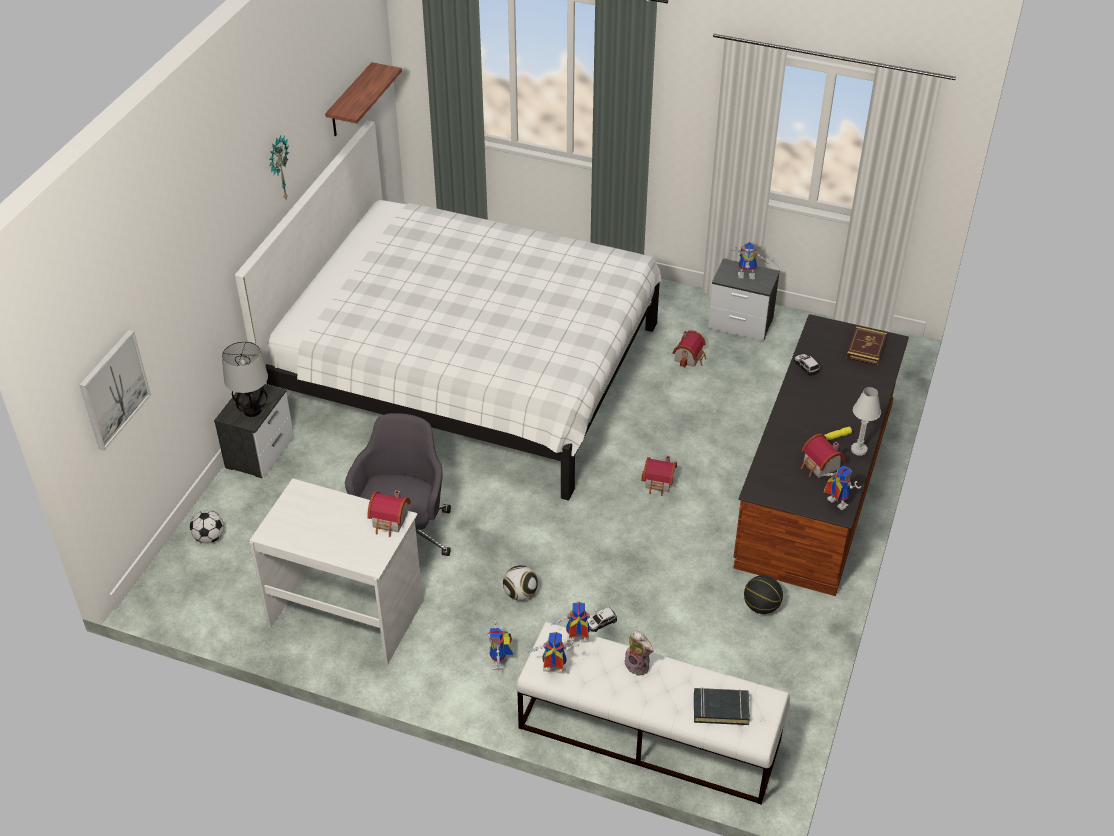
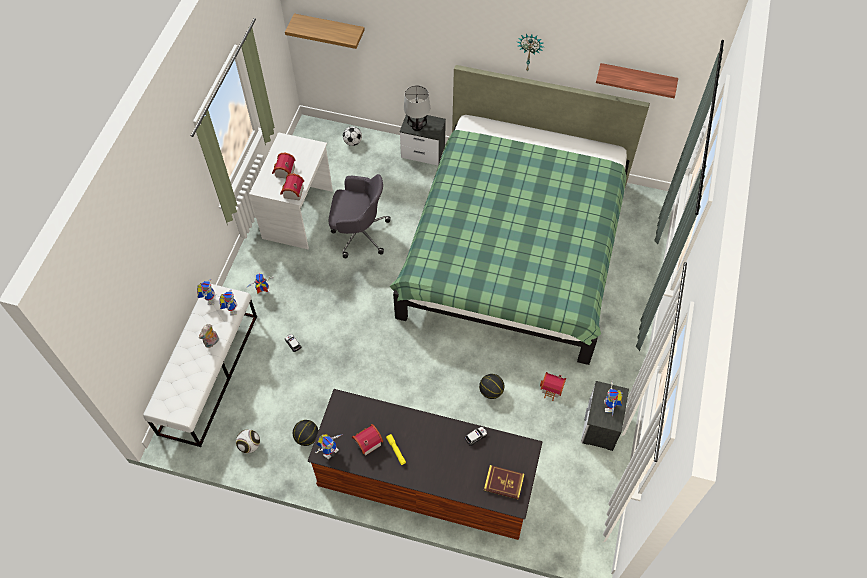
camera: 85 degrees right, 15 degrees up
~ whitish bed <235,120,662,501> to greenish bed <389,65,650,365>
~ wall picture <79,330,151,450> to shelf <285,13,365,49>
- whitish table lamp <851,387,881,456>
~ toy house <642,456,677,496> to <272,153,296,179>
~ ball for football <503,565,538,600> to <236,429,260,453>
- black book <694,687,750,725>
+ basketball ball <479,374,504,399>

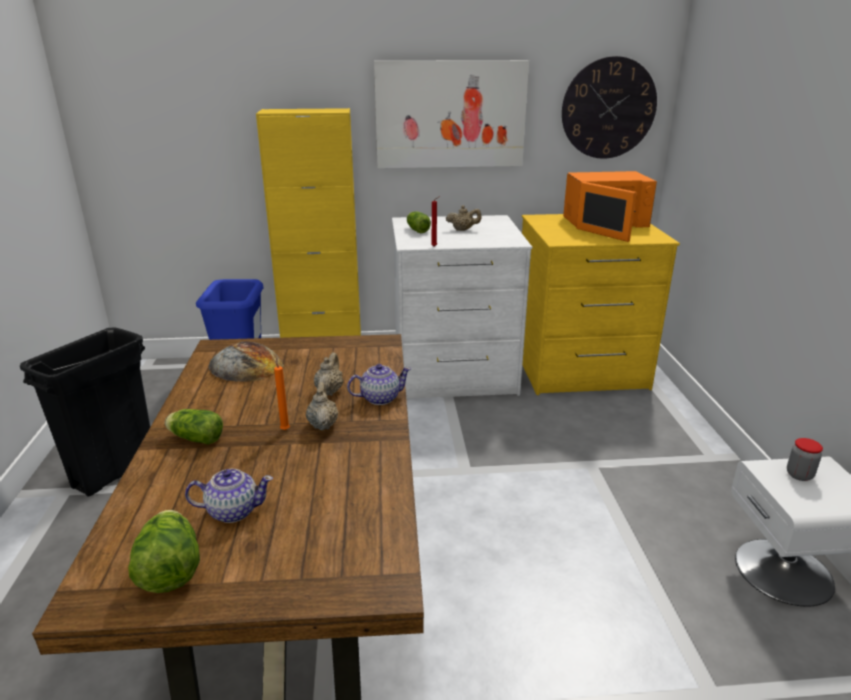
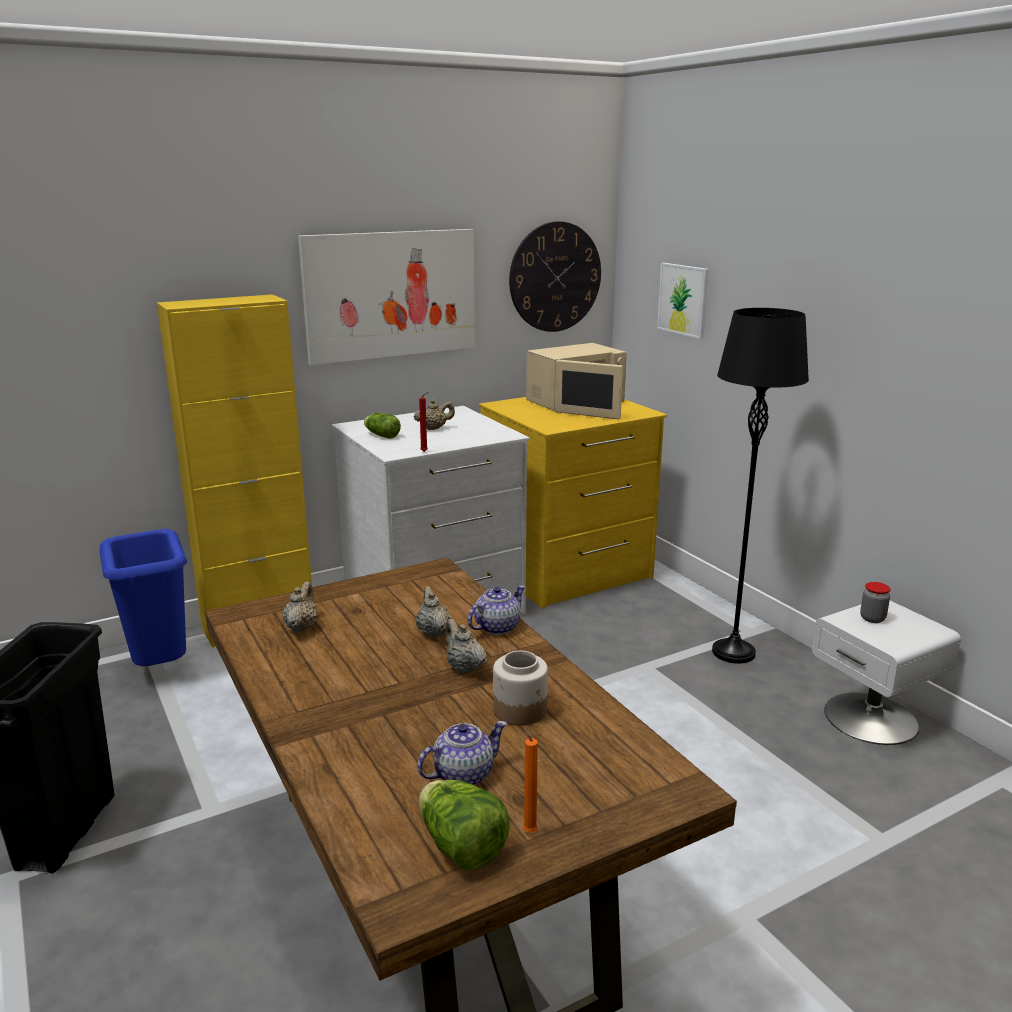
camera: 25 degrees left, 5 degrees down
~ orange-coloured kitchen microwave <563,171,657,242> to beige-coloured kitchen microwave <526,343,627,420>
~ bread <208,341,284,382> to beige-coloured tea pot <282,581,319,633>
~ orange-coloured wax candle <274,357,290,430> to <522,725,538,833>
- head of lettuce <165,409,223,445>
+ wall picture <657,263,709,339>
+ black standard lamp <712,308,809,664>
+ preserve jar <493,651,548,726>

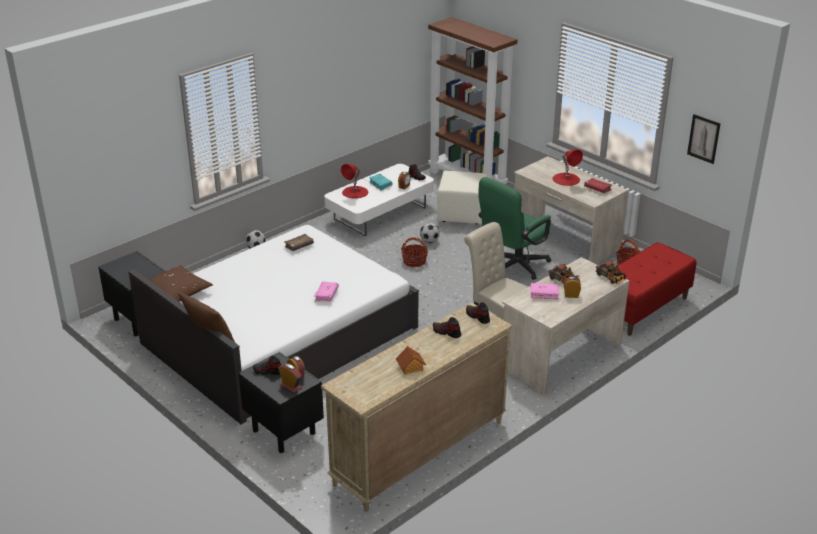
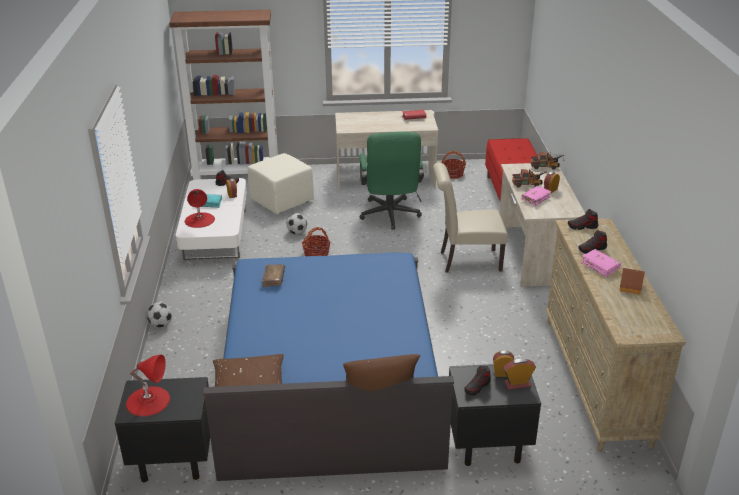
camera: 50 degrees left, 0 degrees up
- wall picture <687,114,721,164>
~ red-coloured table lamp <552,149,583,186> to <126,355,170,416>
~ whitish bed <128,225,419,424> to blue bed <203,252,454,481>
~ pink book <314,281,339,301> to <581,249,621,277>

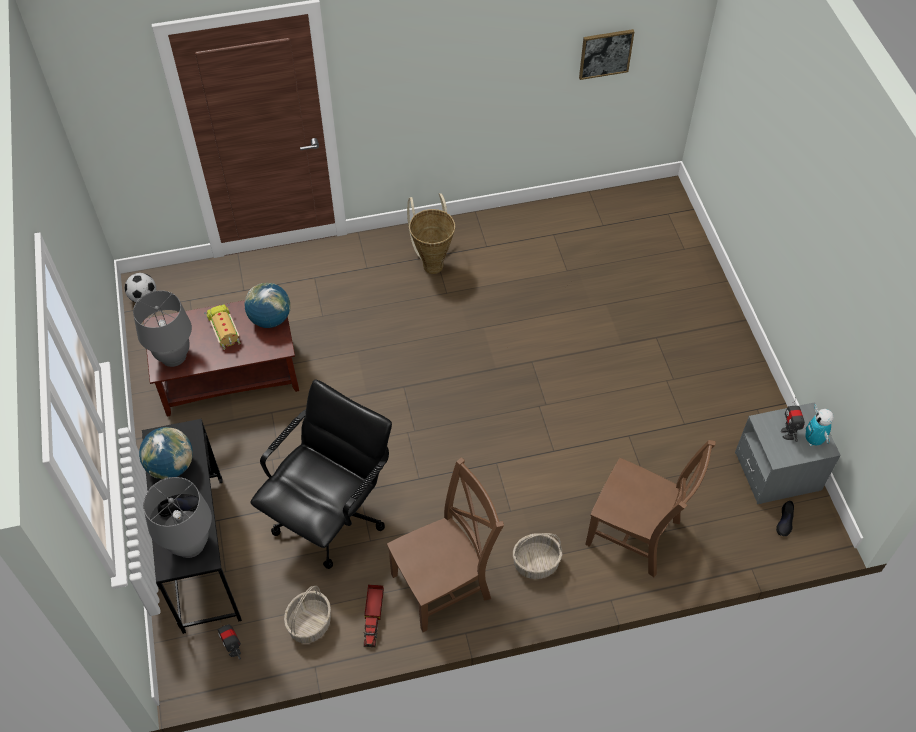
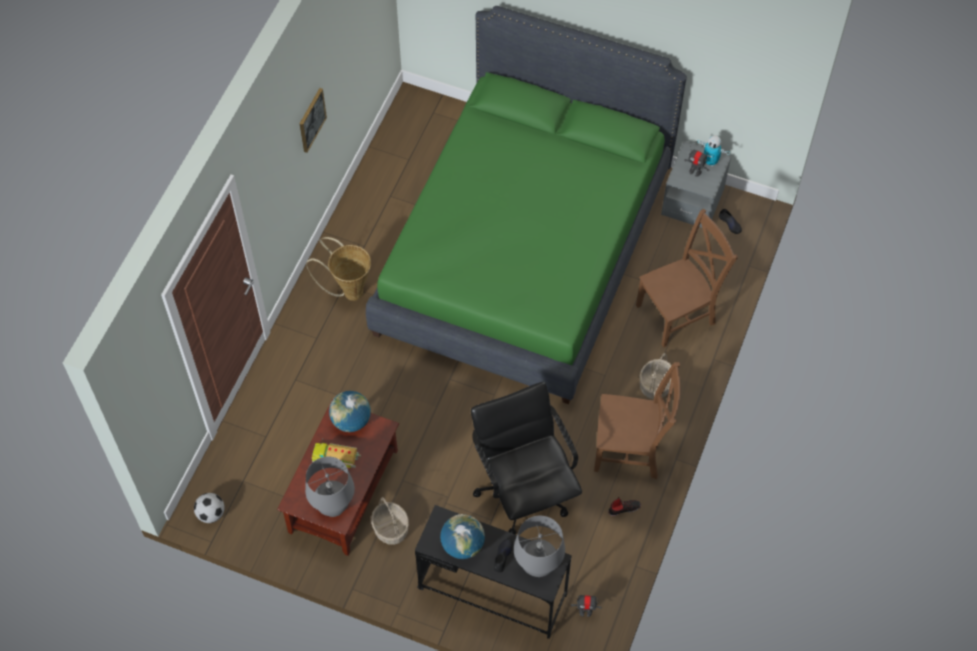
camera: 55 degrees left, 5 degrees up
~ wall picture <579,29,635,80> to <299,88,327,153>
~ brownish upright chair <387,457,504,632> = <594,362,680,479> 90 degrees clockwise
~ model truck <364,585,384,647> to black shoe <608,497,641,516>
~ storage basket <284,586,331,643> to <371,497,409,545>
+ greenish bed <366,6,687,404>

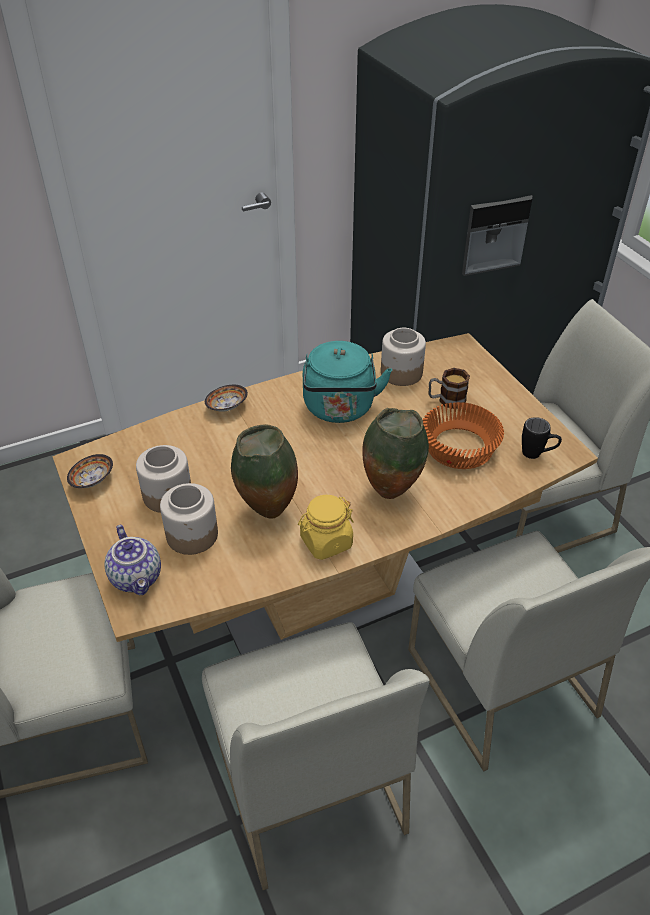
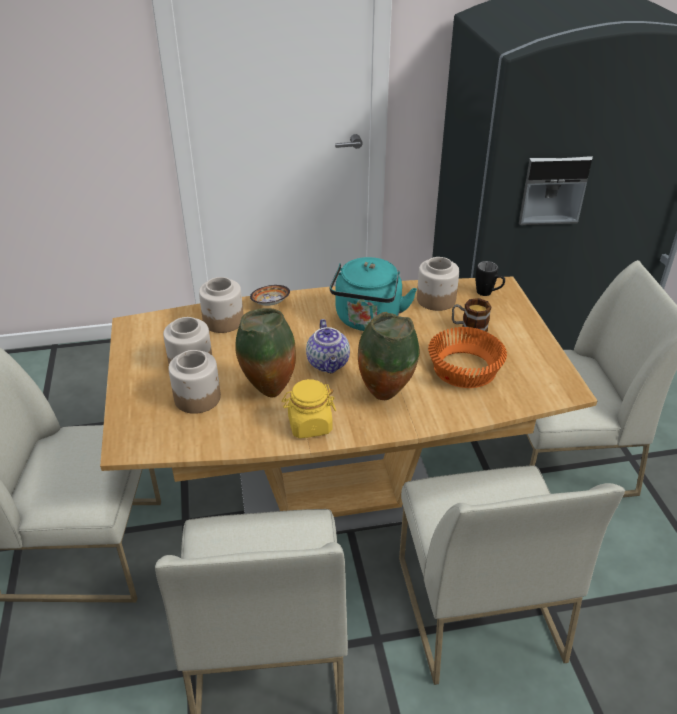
camera: 15 degrees right, 5 degrees down
~ black mug <522,417,562,459> to <475,261,505,296>
- bowl <67,454,113,488>
~ tea pot <105,525,161,595> to <306,319,350,374>
+ preserve jar <199,277,243,333>

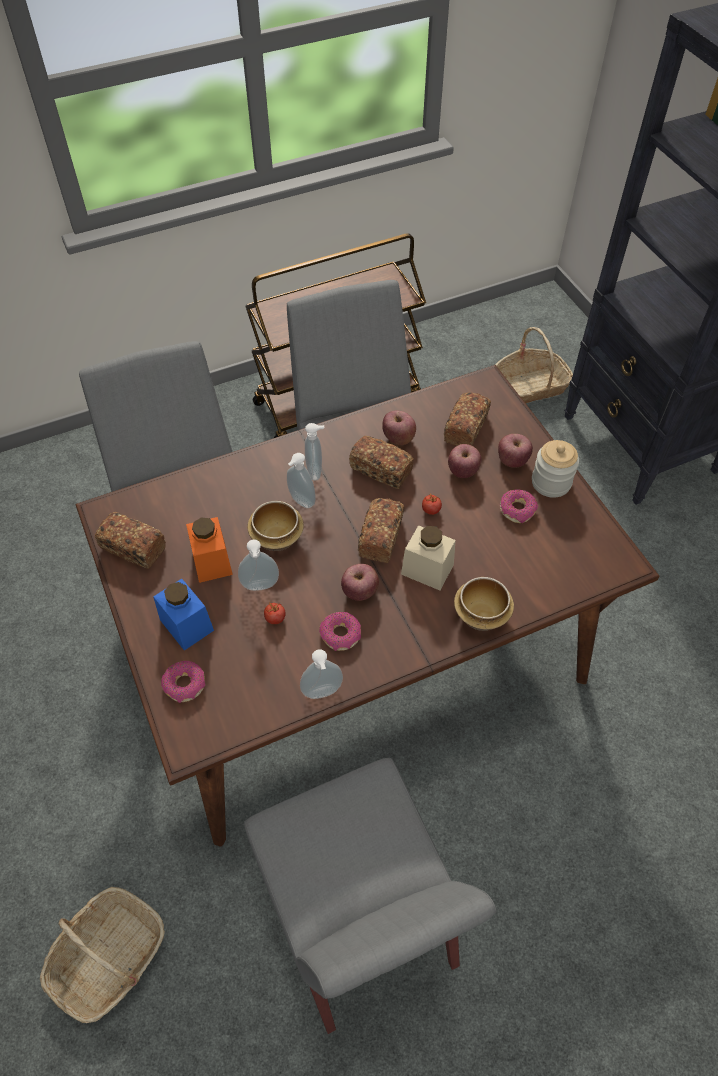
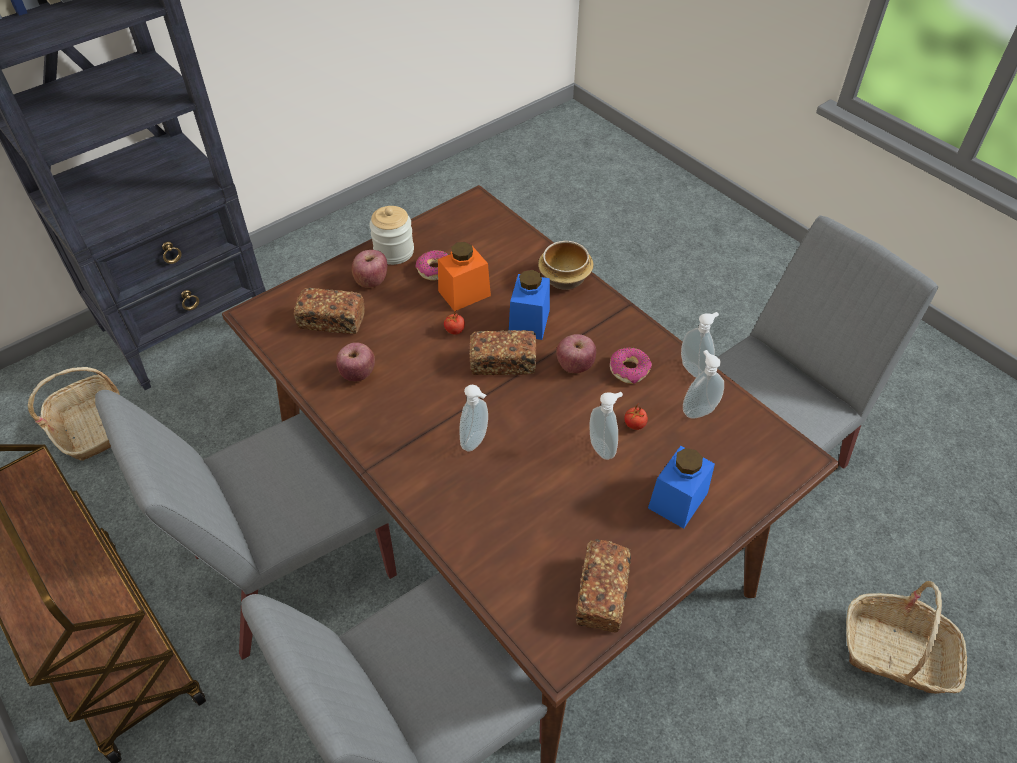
camera: 105 degrees left, 5 degrees down
~ liquid soap bottle <305,423,324,481> to <683,350,724,419>
- bread <349,436,414,489>
- apple <448,444,482,478>
- bowl <247,501,304,551>
~ orange-coloured preserve jar <186,517,233,583> to <438,242,491,311>
~ beige-coloured preserve jar <401,525,456,590> to blue preserve jar <509,270,550,340>
- doughnut <161,661,205,703>

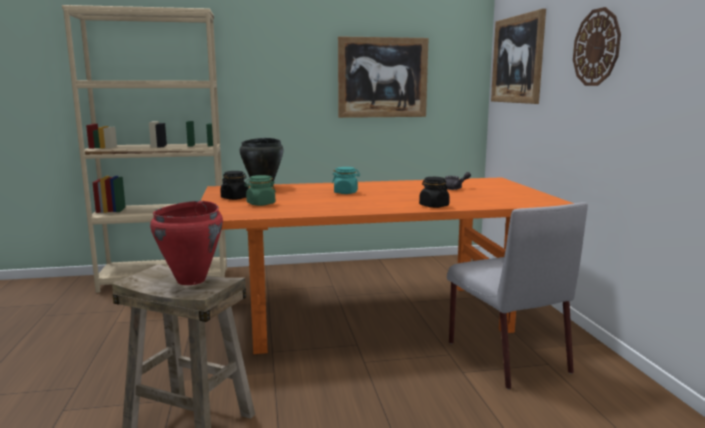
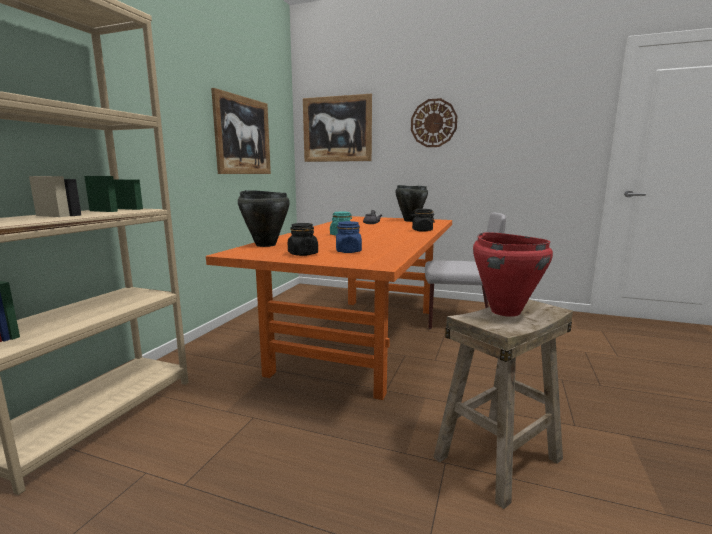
camera: 60 degrees left, 0 degrees up
~ greenish preserve jar <244,175,276,206> to blue preserve jar <336,221,362,253>
+ black saucepot <395,185,428,222>

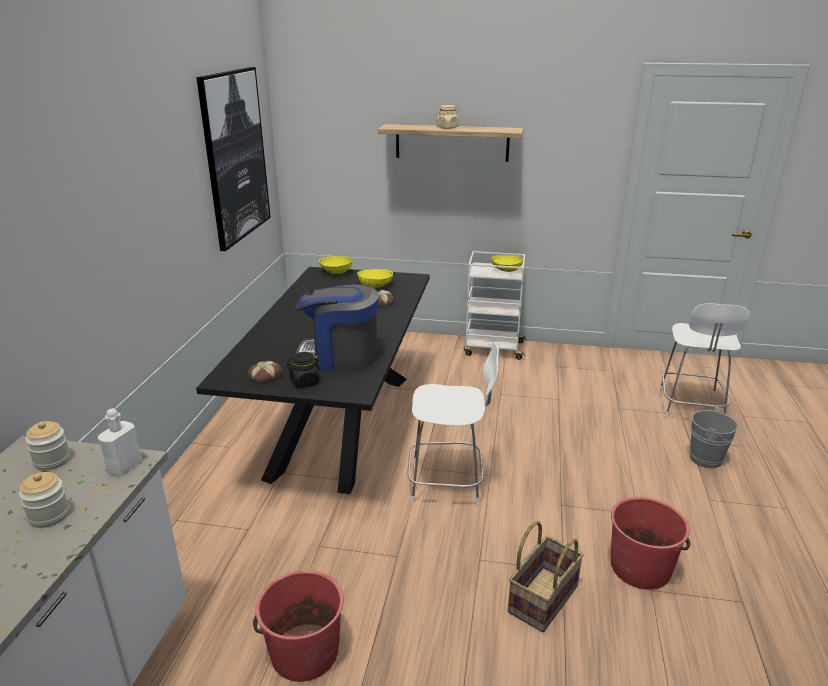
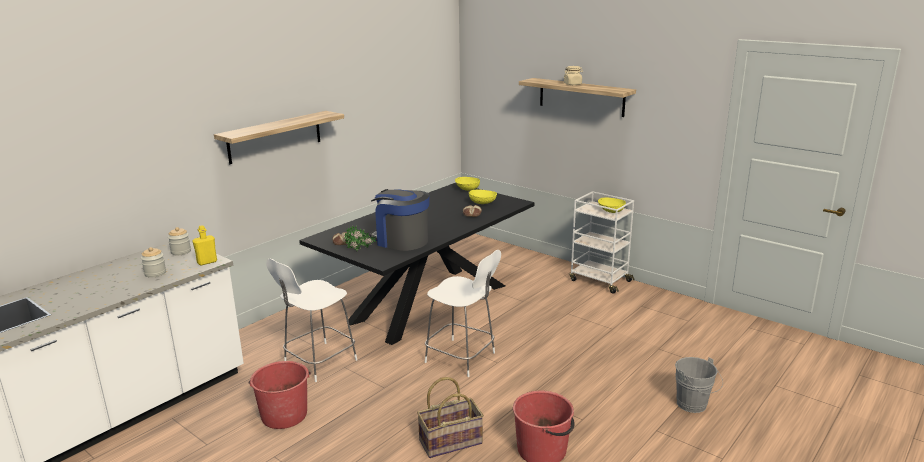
camera: 30 degrees right, 5 degrees down
- wall picture <196,67,271,251>
~ whitish upright chair <659,303,750,419> to <266,259,357,382>
~ black preserve jar <286,352,320,388> to plant in a pot <345,225,376,251>
~ whitish bottle <98,408,141,476> to yellowish bottle <192,225,217,265>
+ shelf <214,111,344,164>

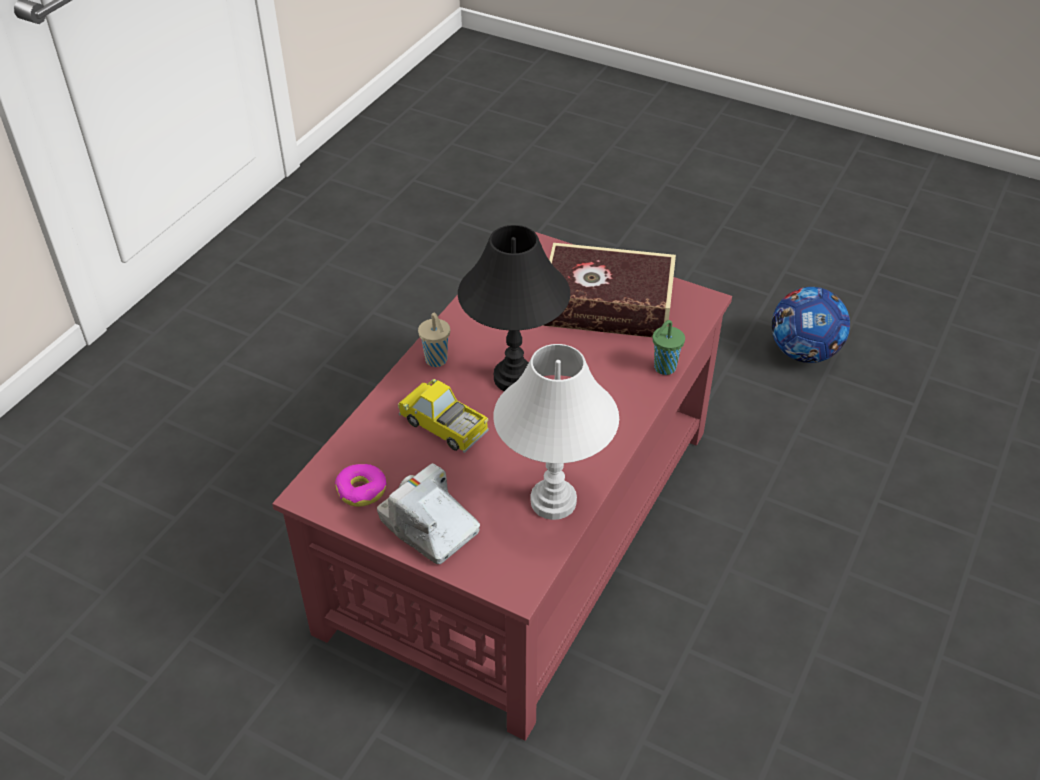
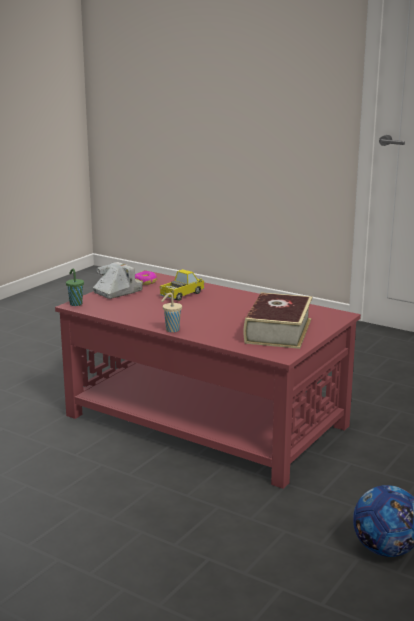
camera: 95 degrees right, 25 degrees down
- black table lamp <458,225,570,391>
~ beige-coloured drinking cup <418,313,450,367> to <161,293,182,332>
~ greenish drinking cup <653,320,685,375> to <66,268,84,306>
- whitish table lamp <493,344,619,520>

